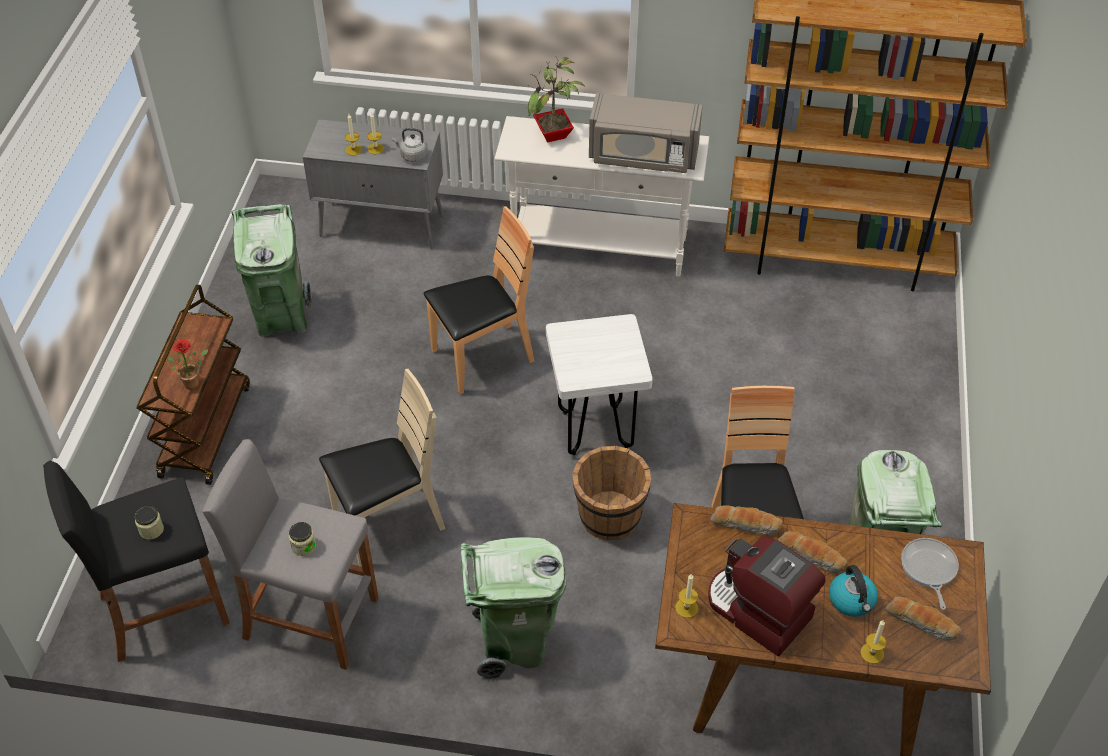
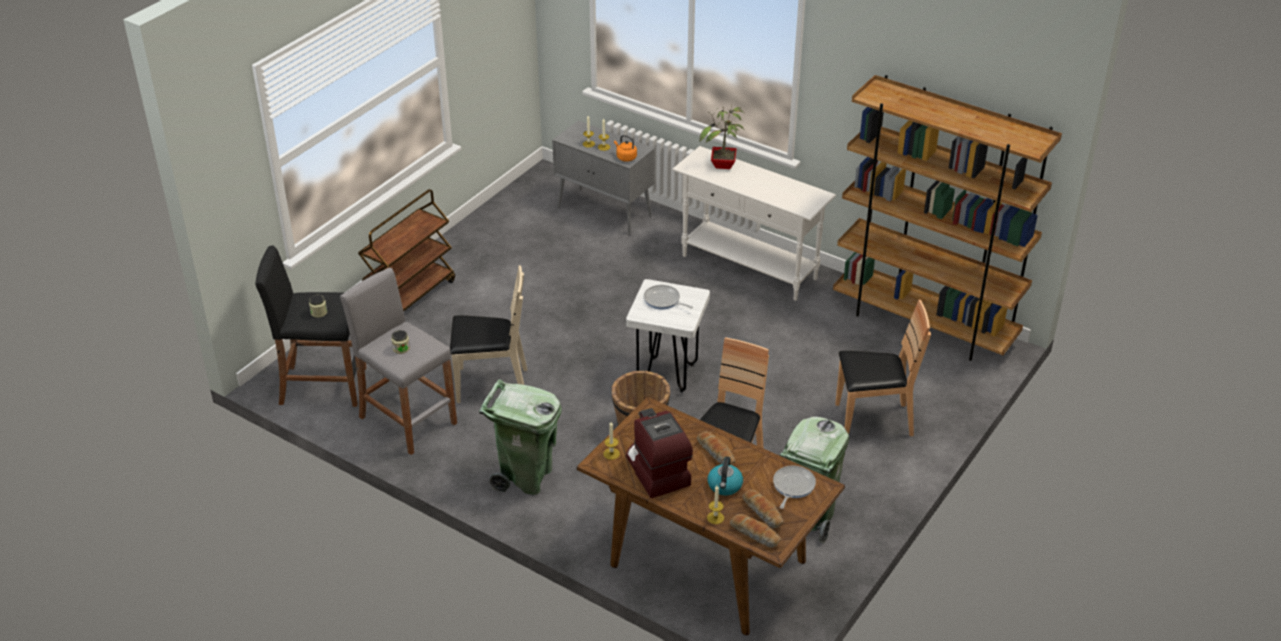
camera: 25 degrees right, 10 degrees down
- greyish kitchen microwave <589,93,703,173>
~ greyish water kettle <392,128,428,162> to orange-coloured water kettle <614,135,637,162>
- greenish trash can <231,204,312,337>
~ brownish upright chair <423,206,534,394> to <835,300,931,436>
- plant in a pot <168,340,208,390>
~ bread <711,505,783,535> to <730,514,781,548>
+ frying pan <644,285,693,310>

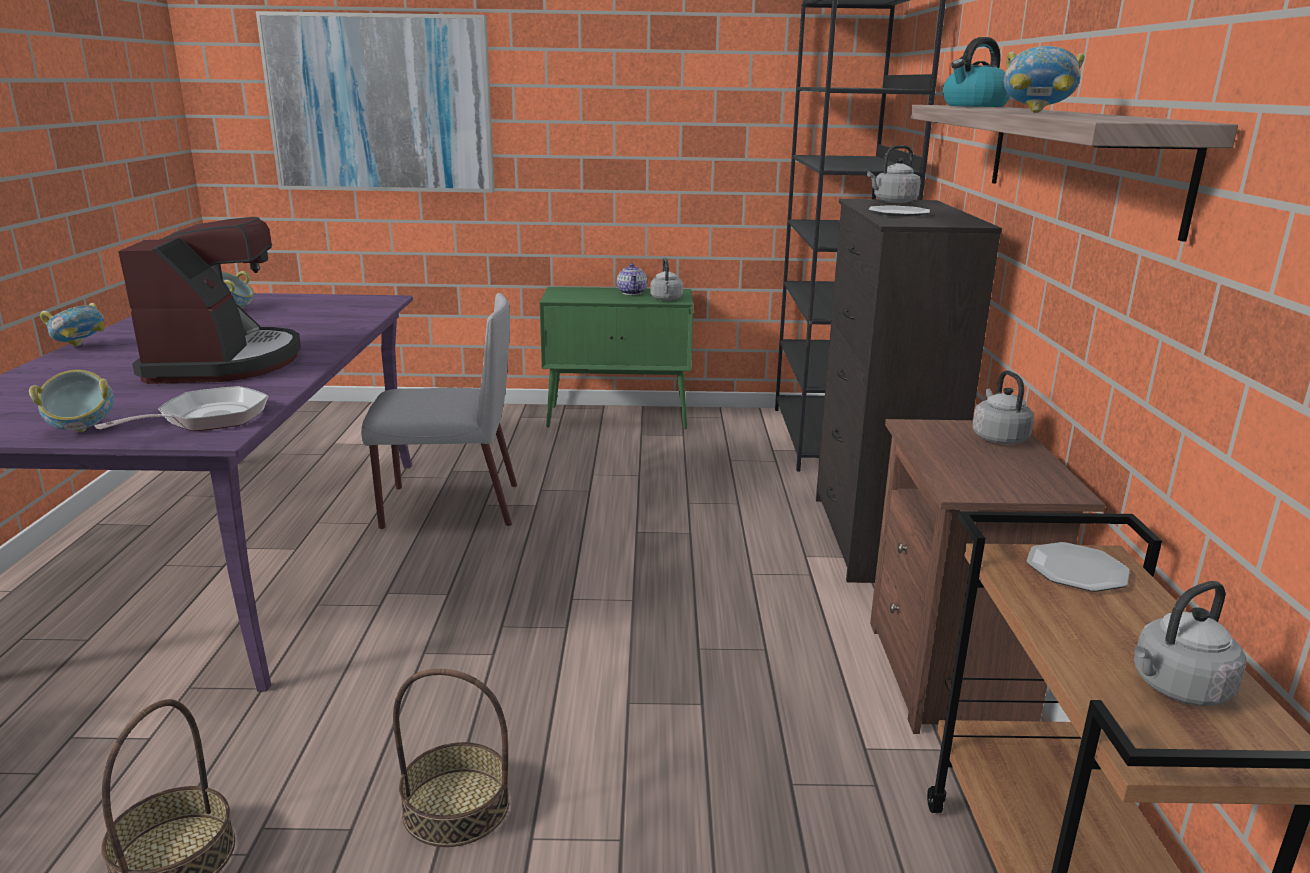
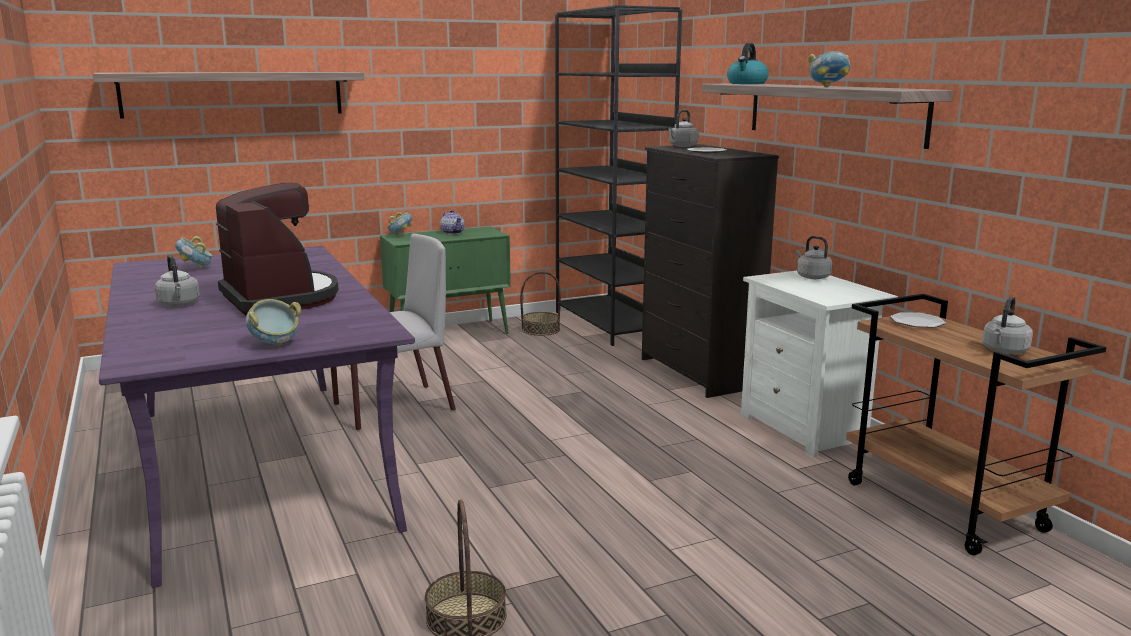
camera: 25 degrees left, 5 degrees down
~ wall picture <256,11,495,193> to shelf <93,72,364,118>
~ greyish water kettle <650,258,683,301> to <155,254,200,307>
~ bowl <40,303,105,347> to <387,212,412,236>
- frying pan <94,386,268,431>
~ brownish bedside table <870,419,1106,734> to whitish bedside table <741,271,898,457>
~ storage basket <393,669,509,847> to <520,271,561,336>

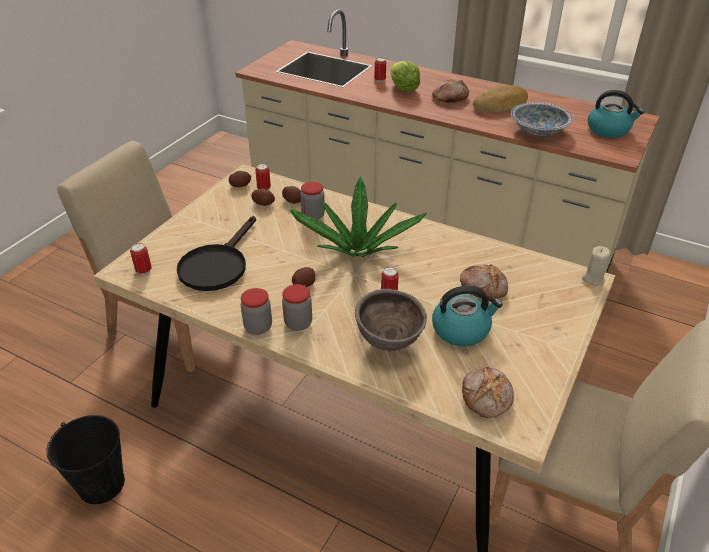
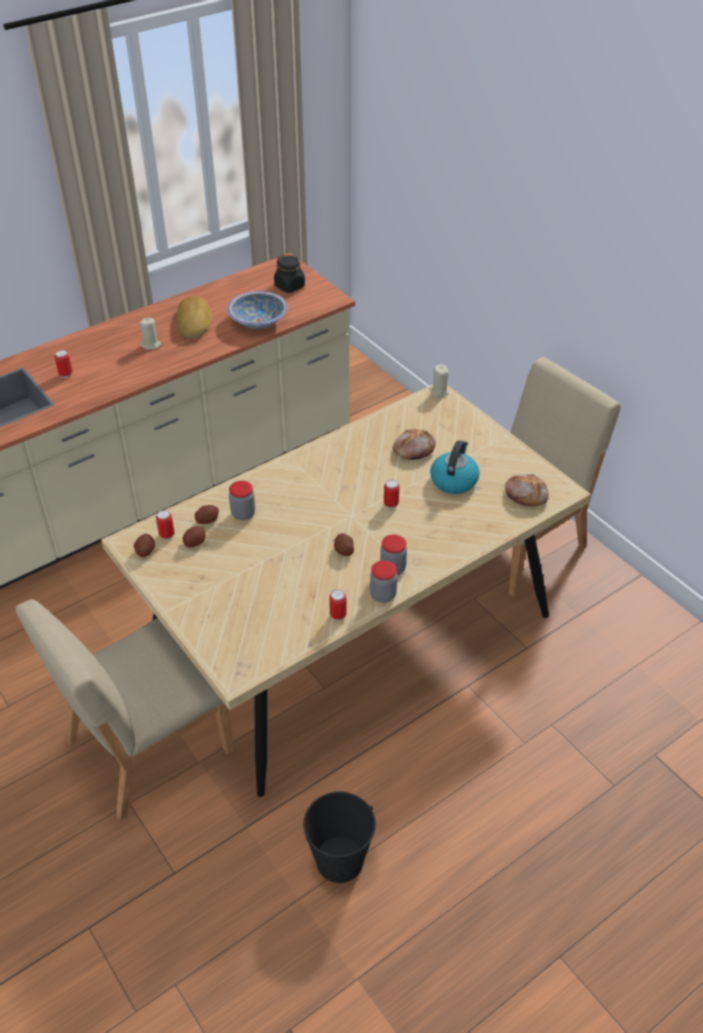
camera: 65 degrees left, 5 degrees up
- head of lettuce <391,61,420,92>
~ bread <432,79,469,103> to beige-coloured wax candle <139,318,161,350>
~ water kettle <588,90,644,138> to black preserve jar <274,255,305,293>
- plant in a pot <290,177,427,257>
- black frying pan <177,216,256,291>
~ sealed can <130,243,152,275> to <329,590,346,621>
- brownish bowl <355,289,427,352>

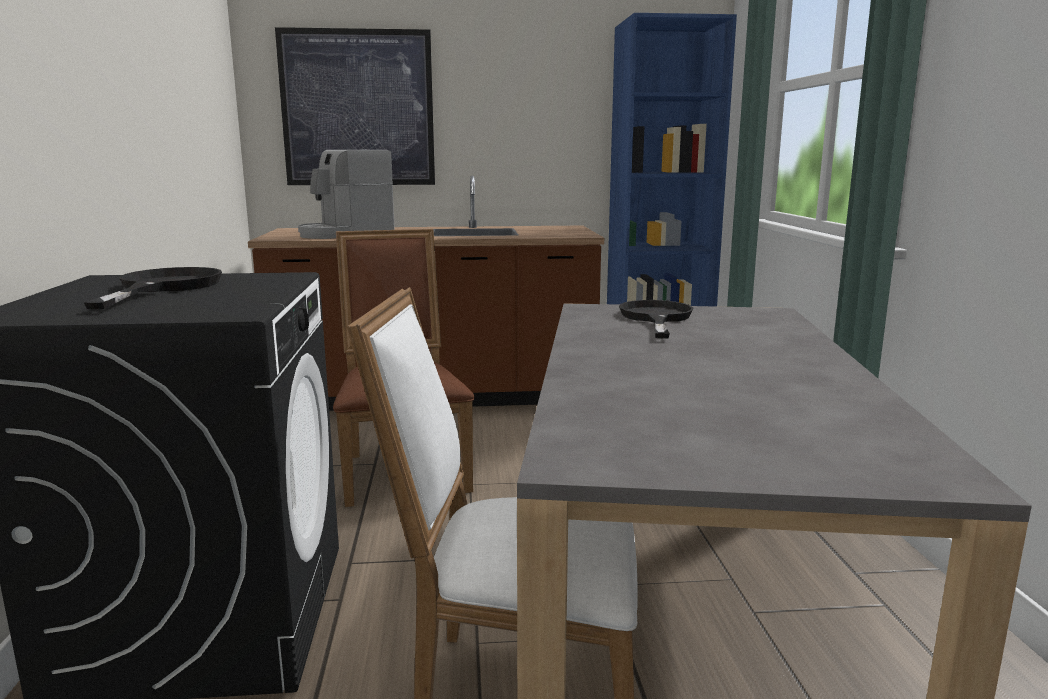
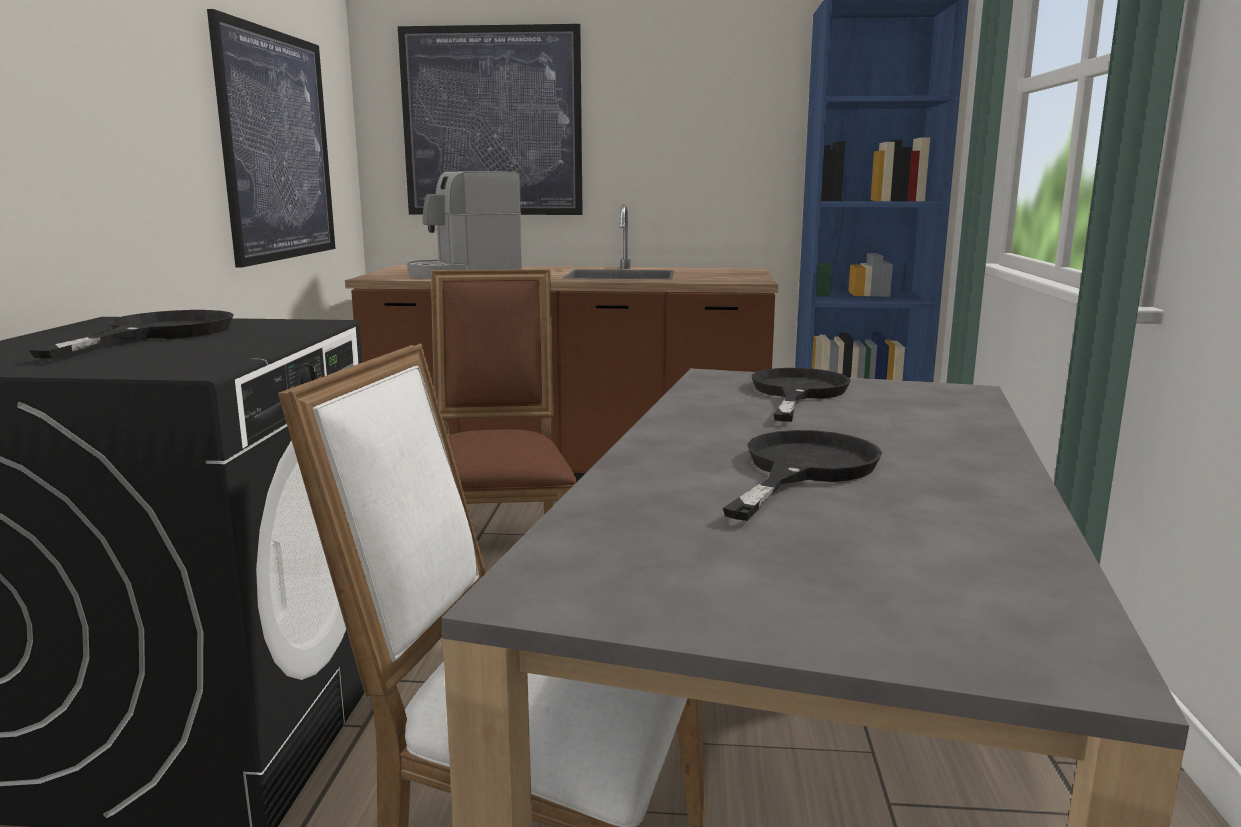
camera: 10 degrees right, 0 degrees up
+ wall picture <207,9,336,268>
+ black frying pan <723,430,882,521>

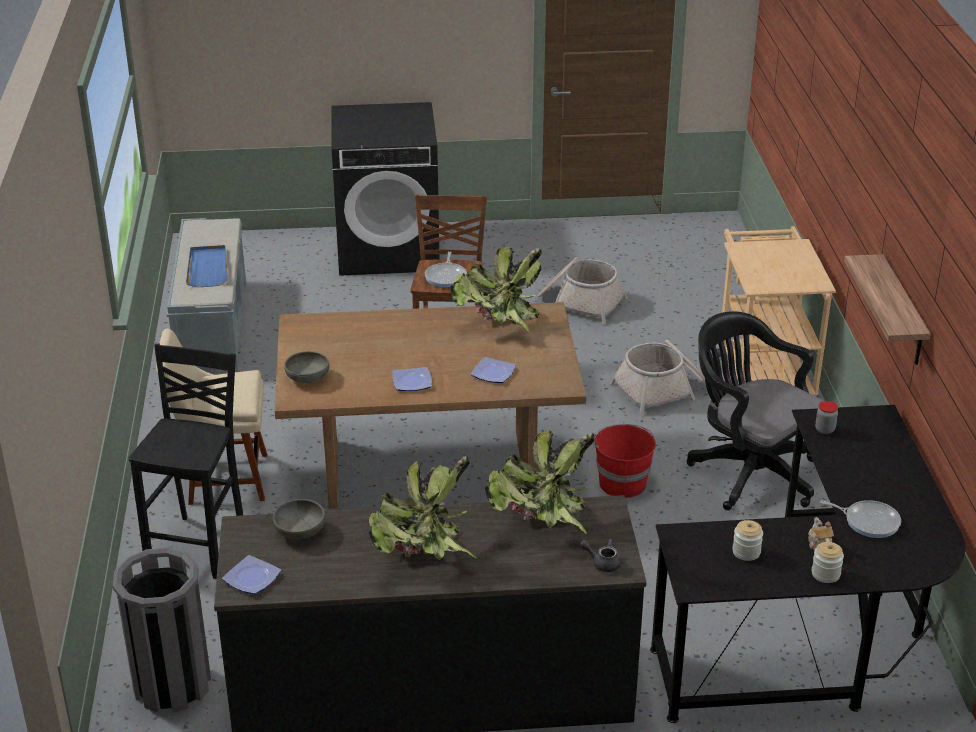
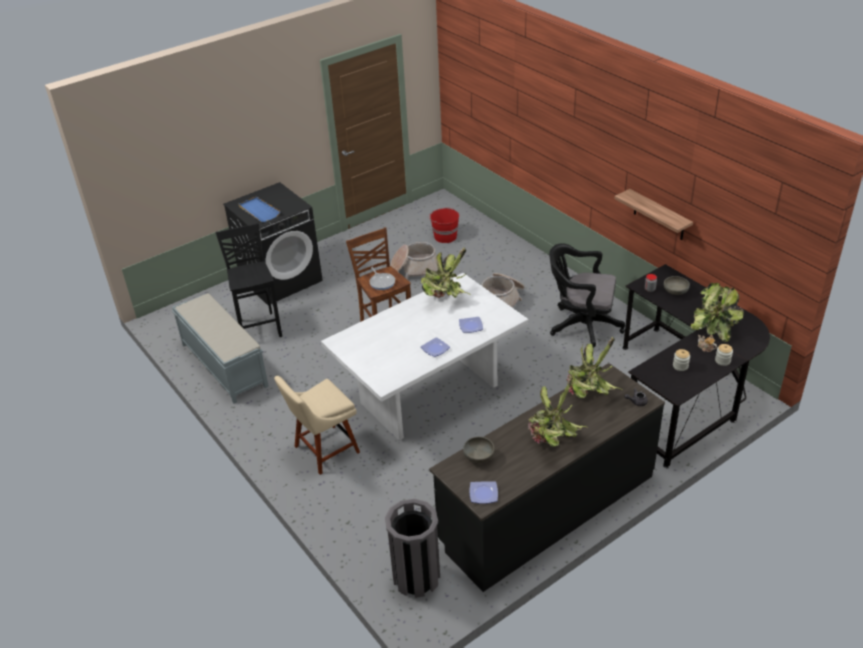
camera: 30 degrees left, 5 degrees up
- beige-coloured wheeled cart <717,226,836,398>
~ blue carrying tray <186,245,228,287> to <239,197,281,222>
~ brownish dinner table <275,302,586,509> to whitish dinner table <321,273,528,441>
~ black sitting stool <129,344,243,579> to <215,223,282,337>
~ greyish bowl <284,351,329,383> to <664,276,690,295>
~ red-coloured bucket <593,424,656,498> to <429,208,459,243>
~ frying pan <820,500,901,538> to plant in a pot <691,283,744,342>

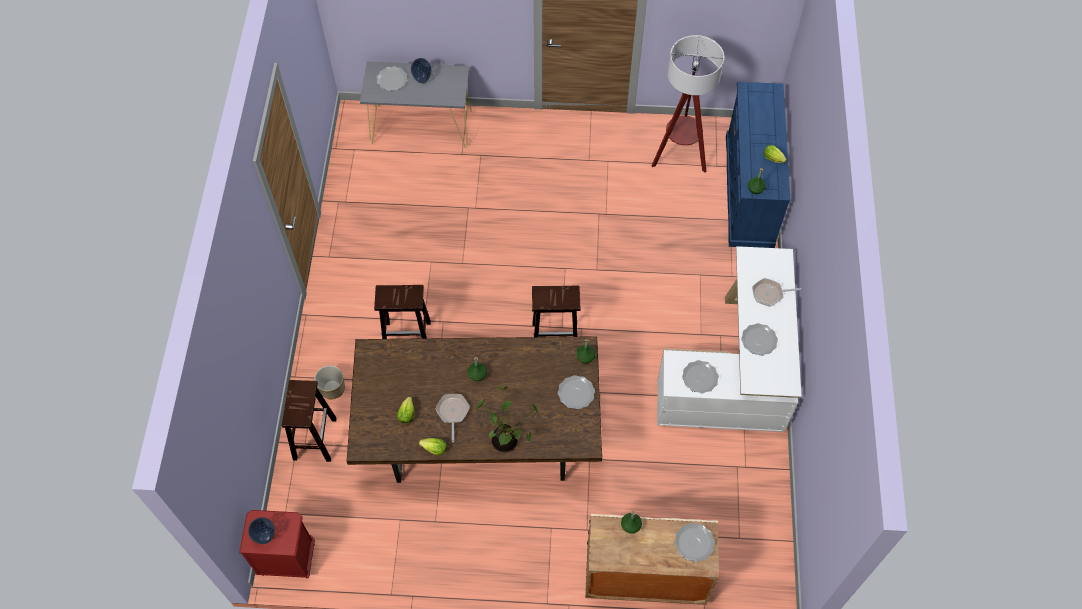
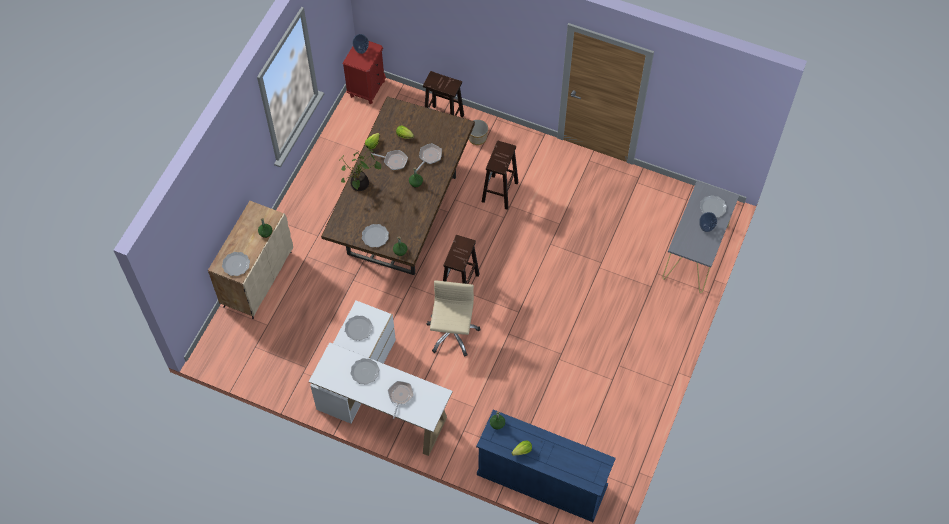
camera: 110 degrees right, 0 degrees up
- standard lamp <651,35,724,173>
+ frying pan <416,143,442,172>
+ beige-coloured office chair <427,280,481,357>

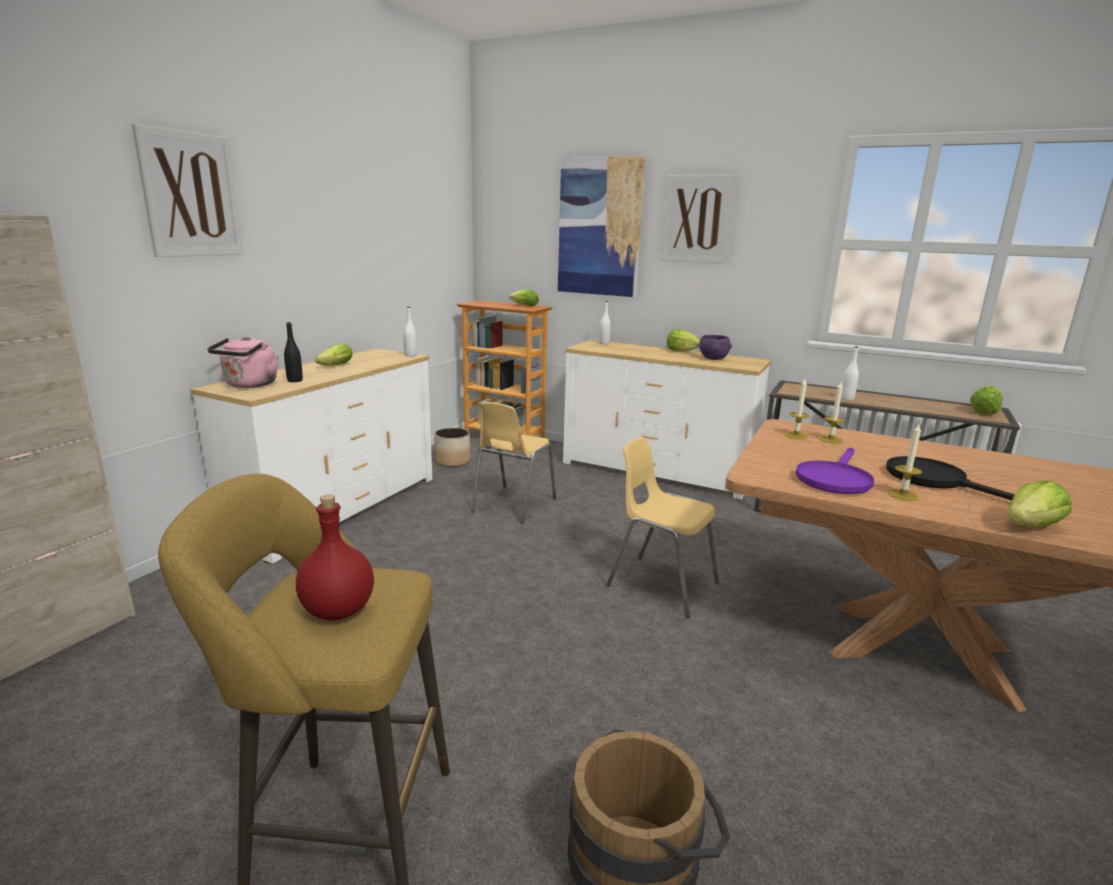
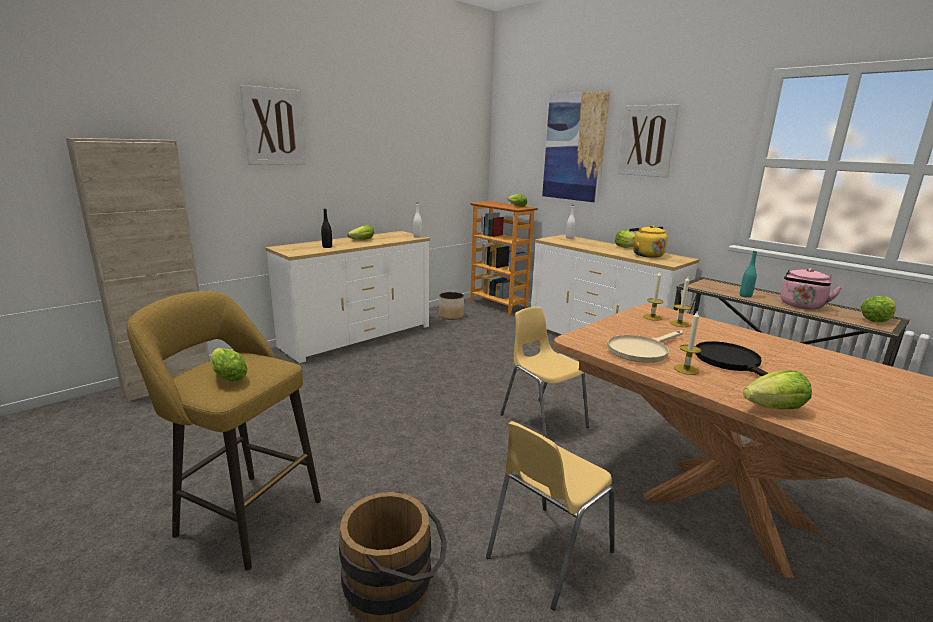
camera: 20 degrees right, 0 degrees up
~ purple bowl <698,335,732,360> to yellowish water kettle <629,225,668,258>
~ pink water kettle <207,336,279,388> to <781,268,842,309>
~ whitish bottle <841,346,859,400> to turquoise-coloured bottle <740,251,757,298>
~ yellowish upright chair <471,402,556,524> to <486,421,615,610>
~ purple frying pan <796,448,874,494> to beige-coloured frying pan <607,330,683,363>
~ red-coloured bottle <296,494,374,621> to head of lettuce <211,348,247,381>

